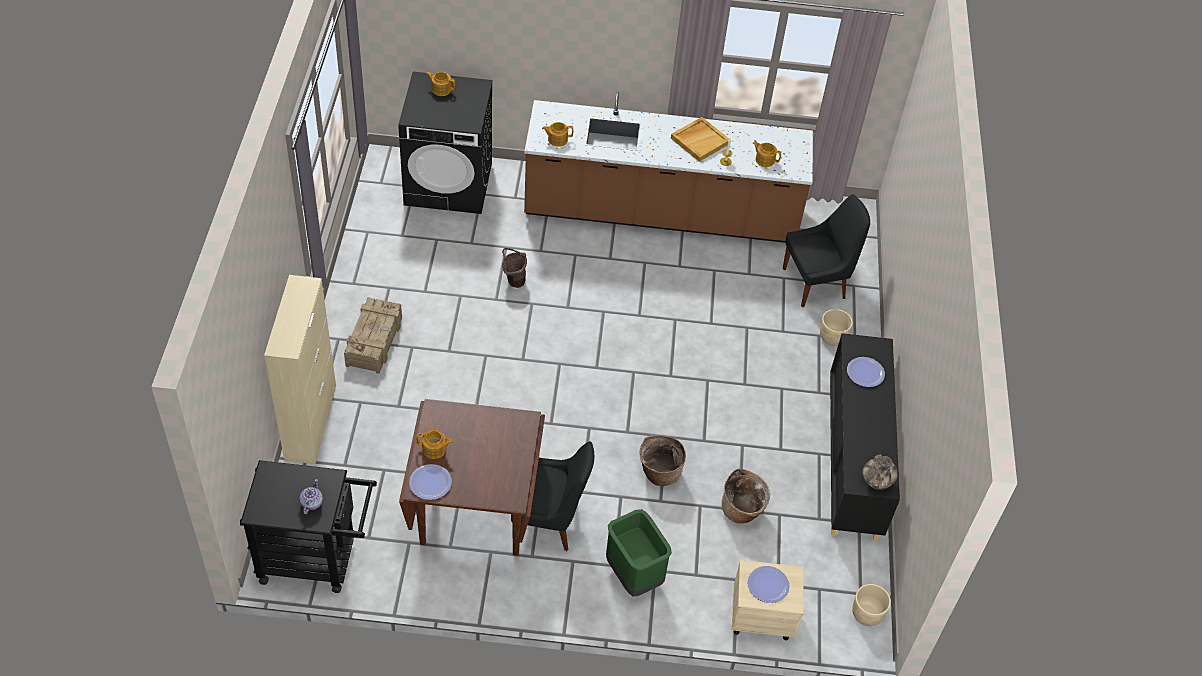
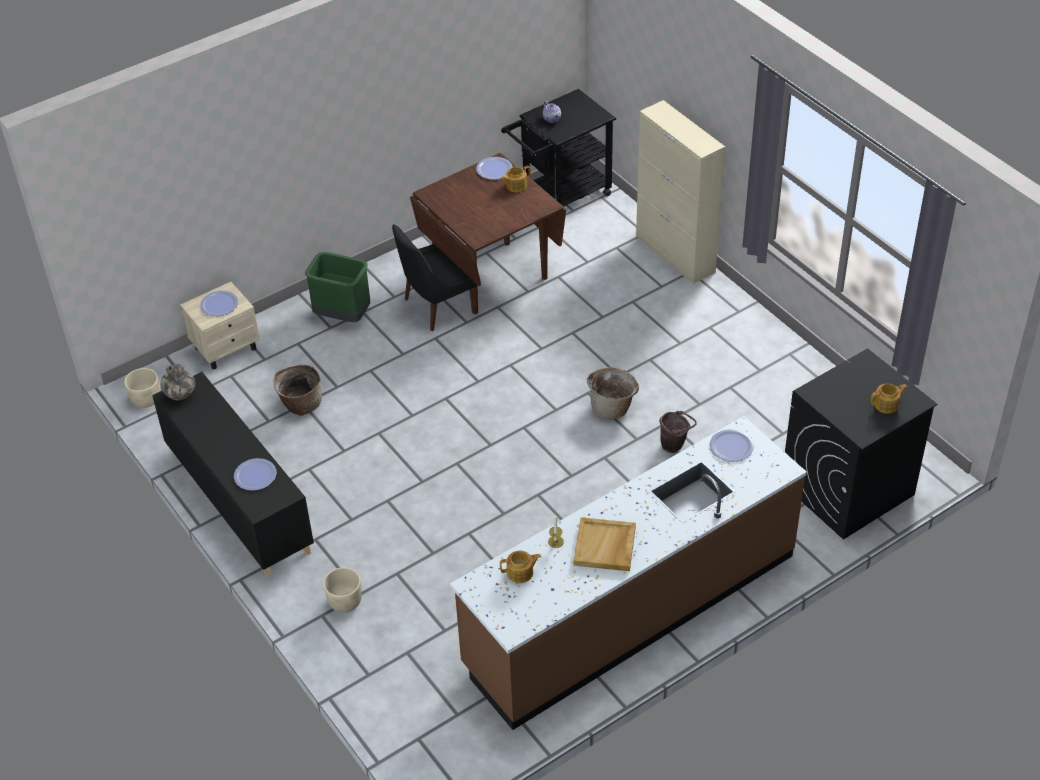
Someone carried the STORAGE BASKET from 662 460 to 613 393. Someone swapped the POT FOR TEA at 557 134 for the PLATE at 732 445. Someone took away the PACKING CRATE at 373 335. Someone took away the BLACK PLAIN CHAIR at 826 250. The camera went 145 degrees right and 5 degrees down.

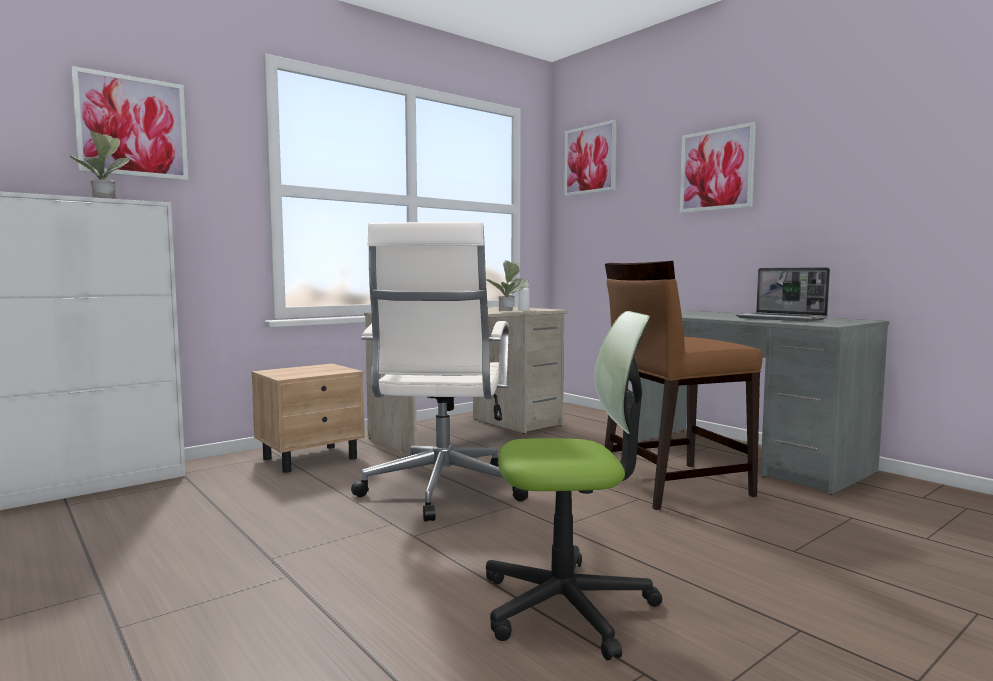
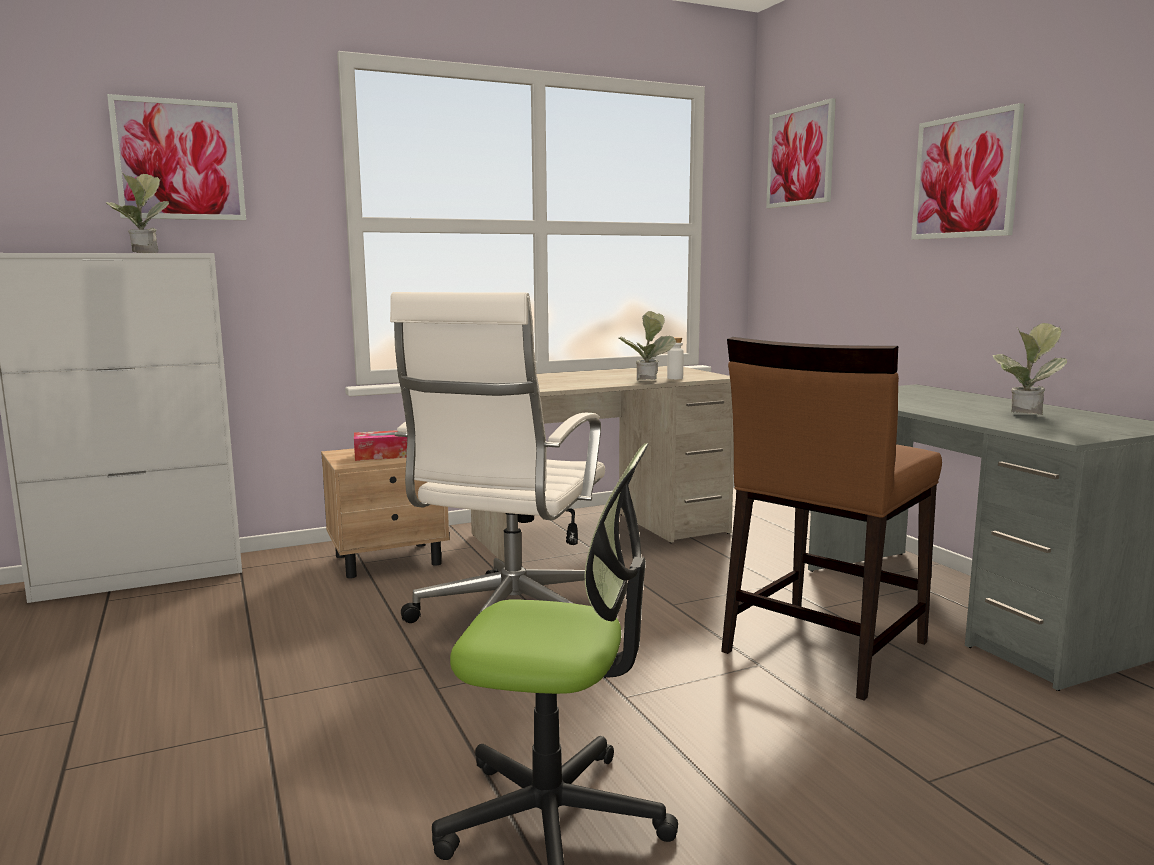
Someone put down the TISSUE BOX at 380 445. Someone rotated the BROWNISH PLAIN CHAIR at 684 385 by 45 degrees counterclockwise. Someone swapped the PORTABLE COMPUTER at 783 294 for the PLANT IN A POT at 1030 369. The camera went 15 degrees right and 5 degrees up.

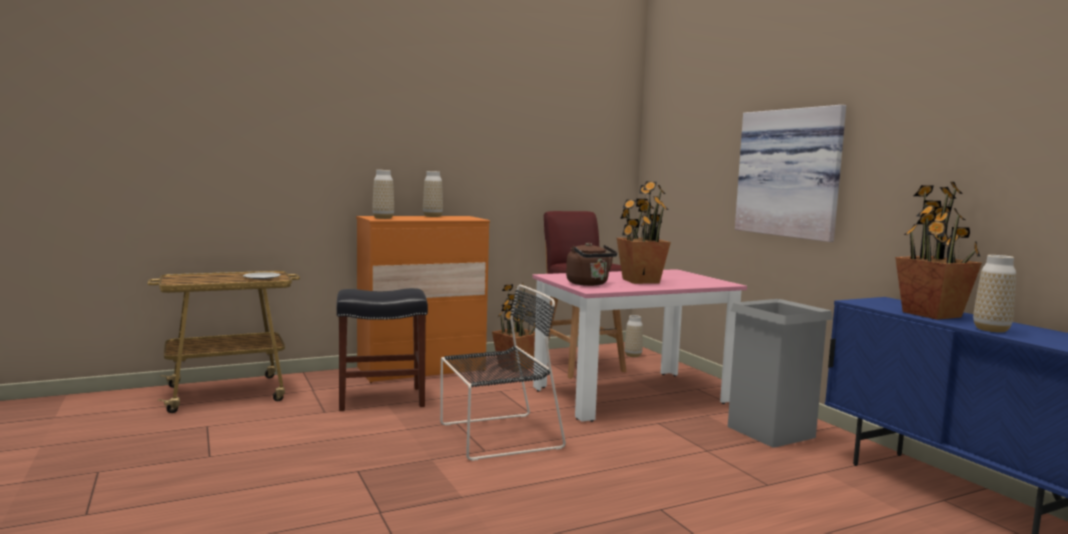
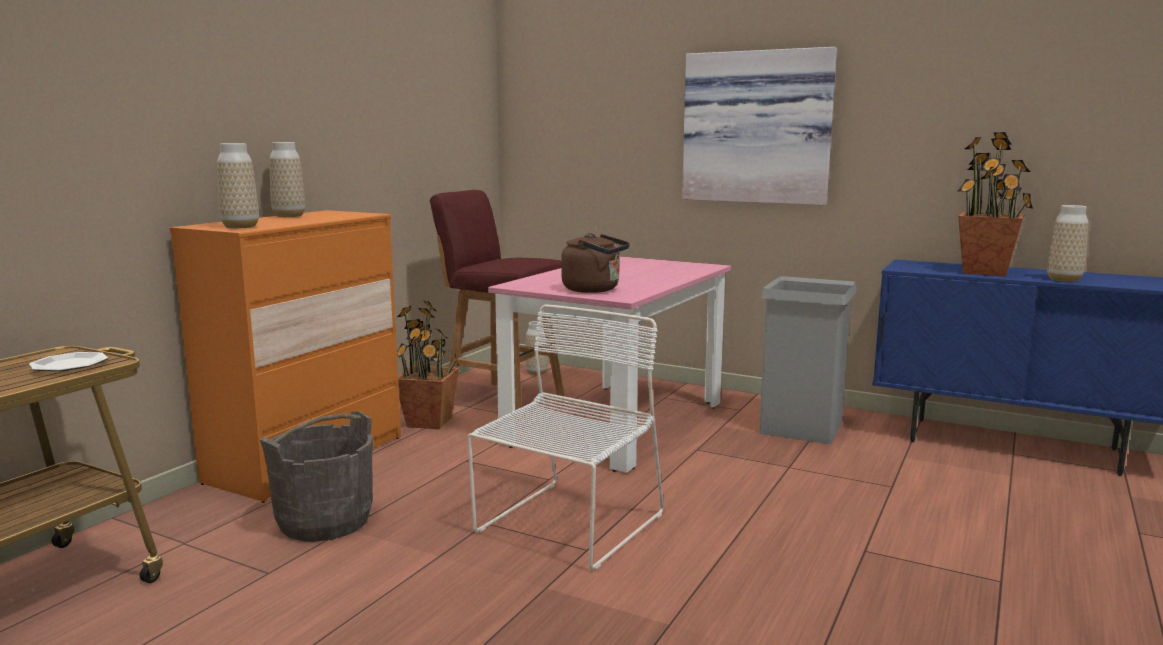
Someone swapped the BLACK STOOL at 382 349 for the GRAY BUCKET at 316 477. Someone repainted the BLACK PLAIN CHAIR at 503 373, which became the WHITE-COLOURED PLAIN CHAIR at 565 437. Someone took away the PLANT IN A POT at 644 232. The camera went 35 degrees left and 5 degrees up.

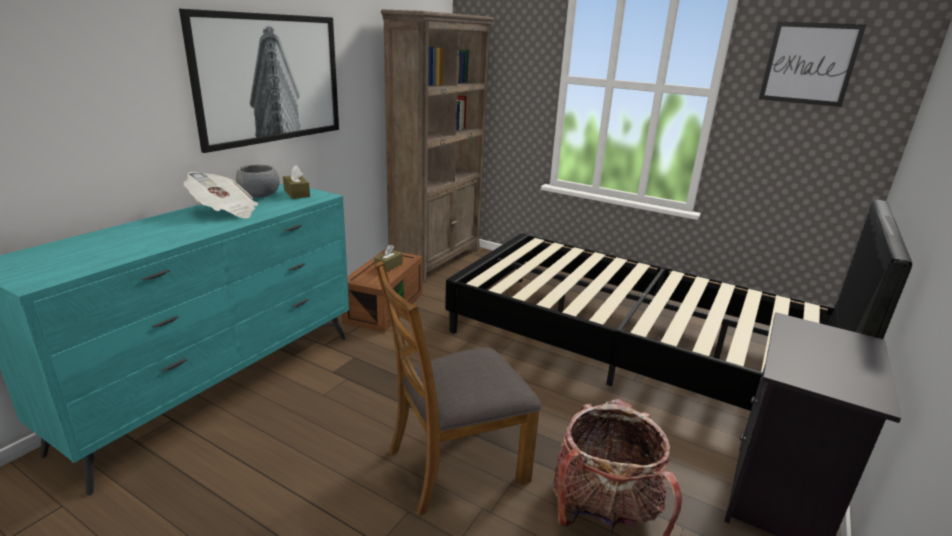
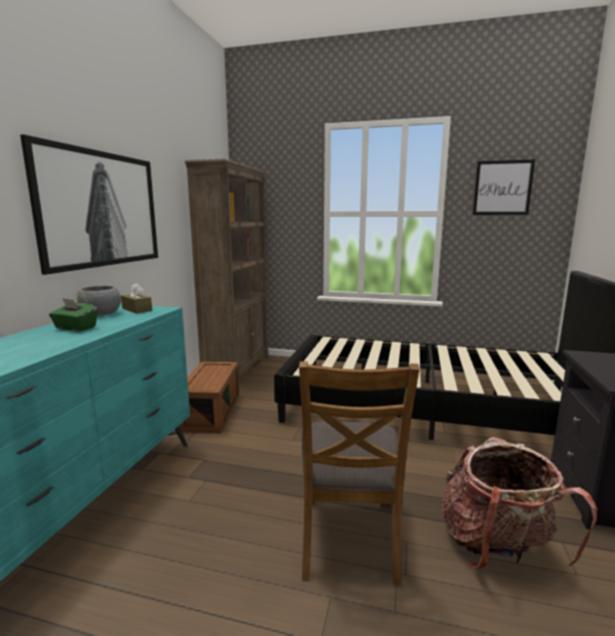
Someone swapped the NEWSPAPER at 221 195 for the GREEN TISSUE BOX at 73 314. Someone rotated the BROWNISH PLAIN CHAIR at 458 388 by 45 degrees counterclockwise. Someone took away the BROWNISH TISSUE BOX at 388 258. The camera went 15 degrees left and 10 degrees down.

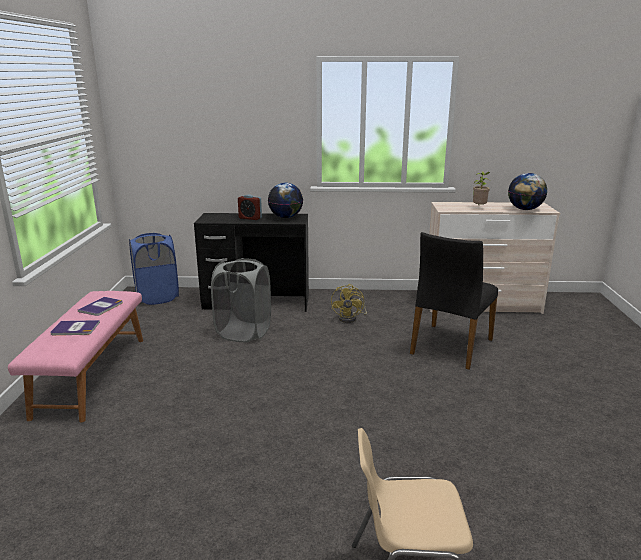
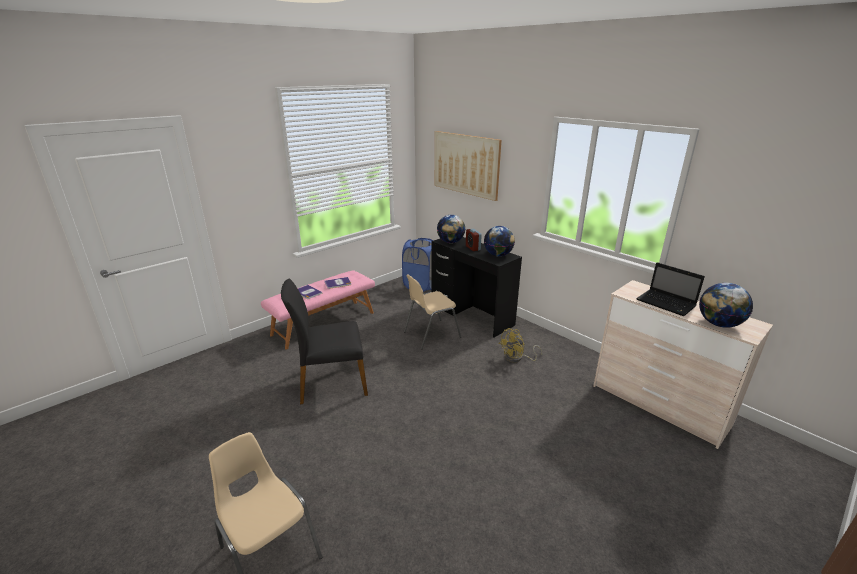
Someone carried the BLACK PLAIN CHAIR from 454 301 to 324 341. Someone swapped the GRAY HAMPER at 241 300 for the SAND-COLOURED PLAIN CHAIR at 433 311. Someone put up the WALL PICTURE at 468 166. Someone put down the DESK GLOBE at 451 229. Someone swapped the PLANT IN A POT at 481 188 for the PORTABLE COMPUTER at 670 289. The camera went 45 degrees right and 5 degrees up.

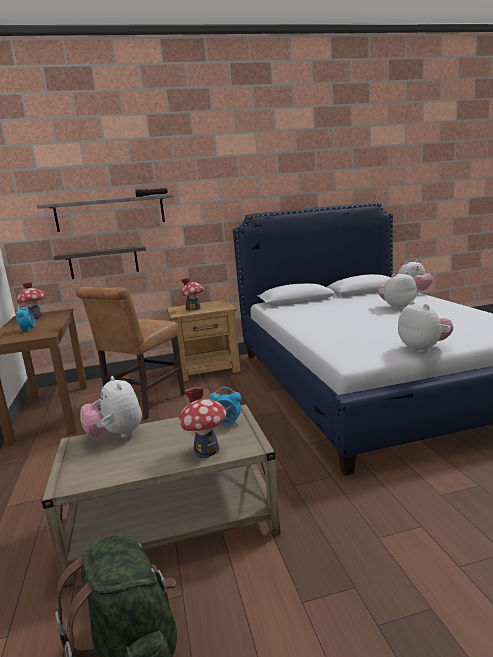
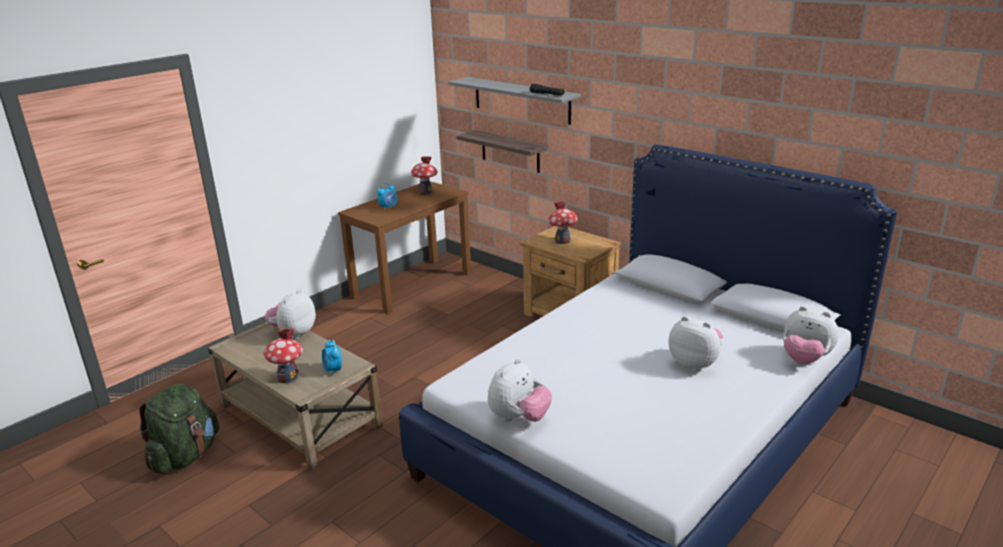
Someone took away the BROWNISH PLAIN CHAIR at 130 353. The camera went 55 degrees right and 10 degrees up.

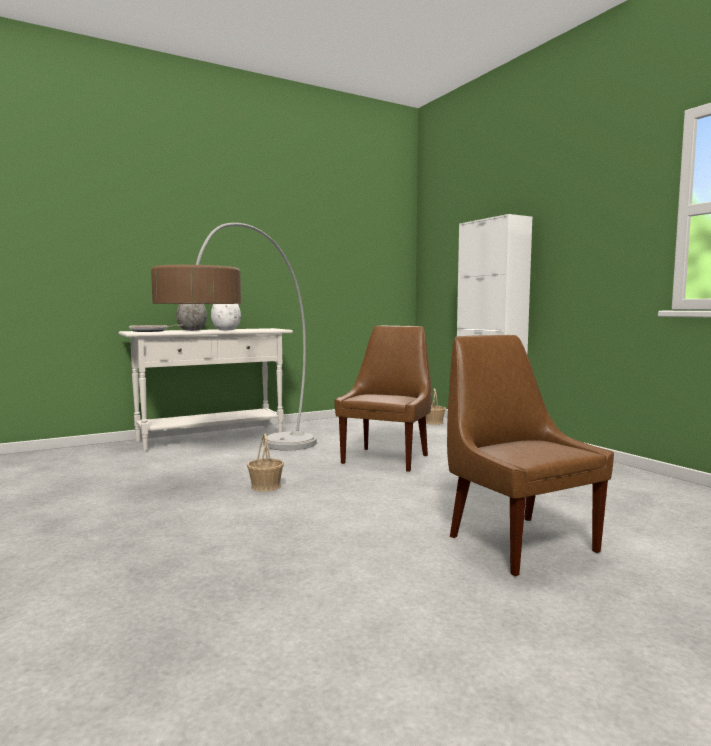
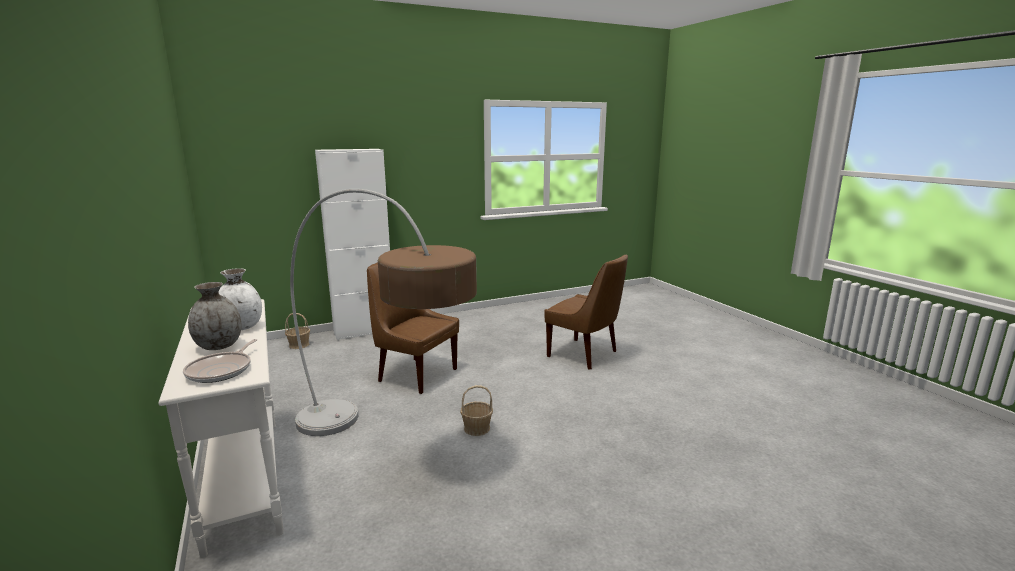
Someone rotated the BROWNISH PLAIN CHAIR at 530 455 by 120 degrees counterclockwise. The camera went 85 degrees left and 10 degrees up.

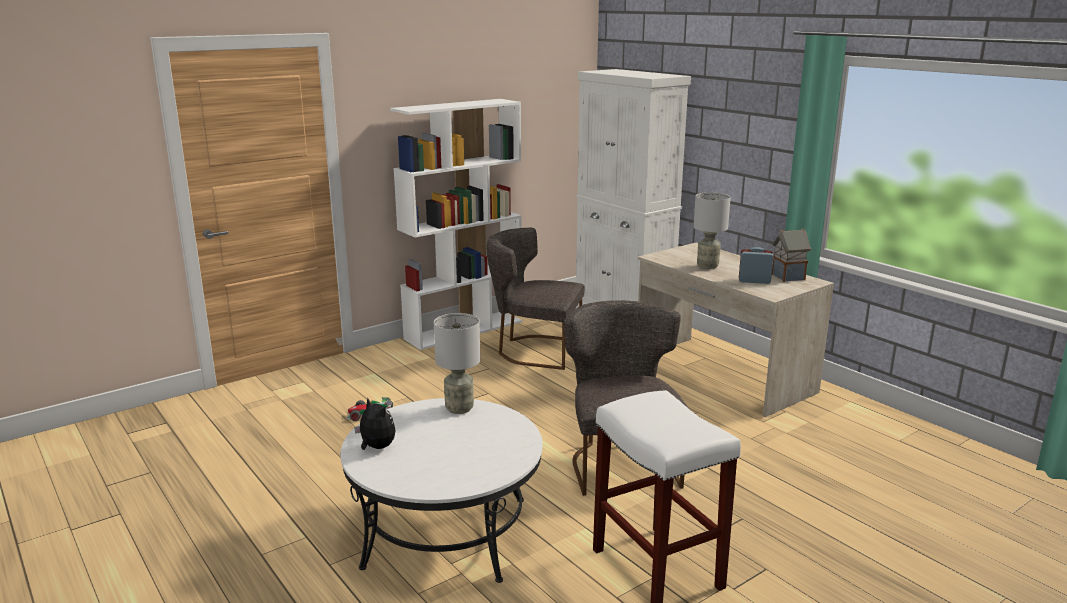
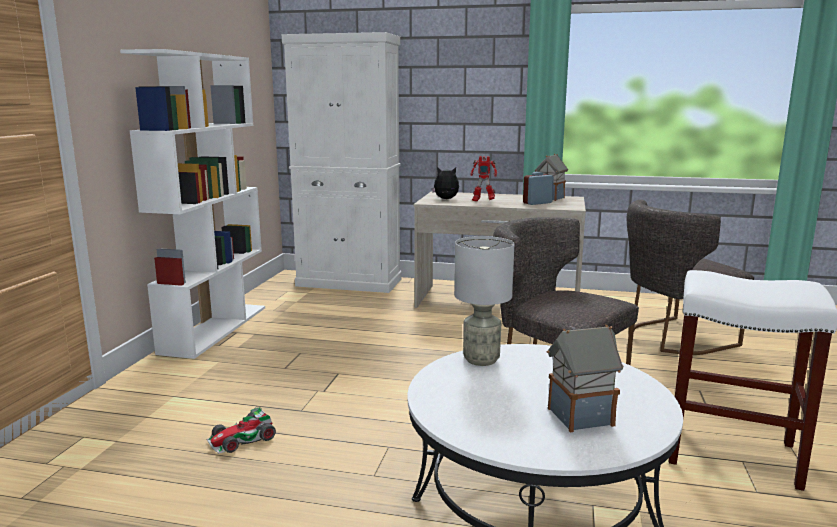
Someone carried the CUDDLY TOY from 374 424 to 445 183. Someone swapped the GRAY TABLETOP LAMP at 712 230 for the TOY ROBOT at 483 179. Someone put down the MINIATURE HOUSE at 585 378. Someone carried the GRAY PLAIN CHAIR from 535 299 to 690 277. The camera went 40 degrees left and 5 degrees down.

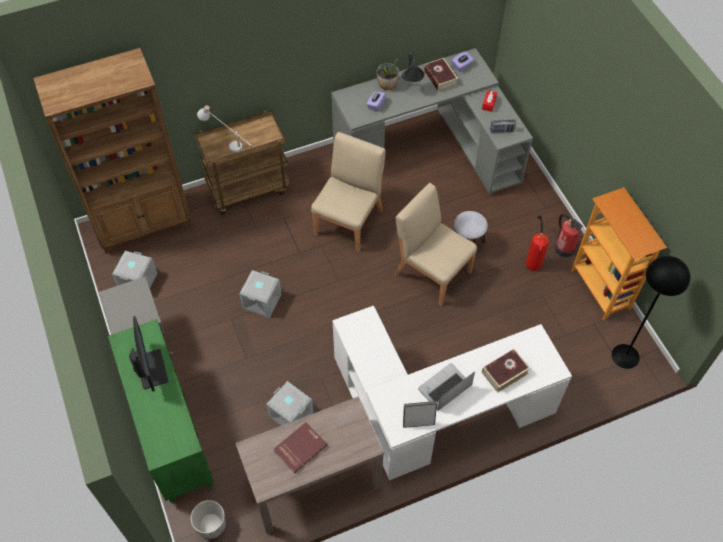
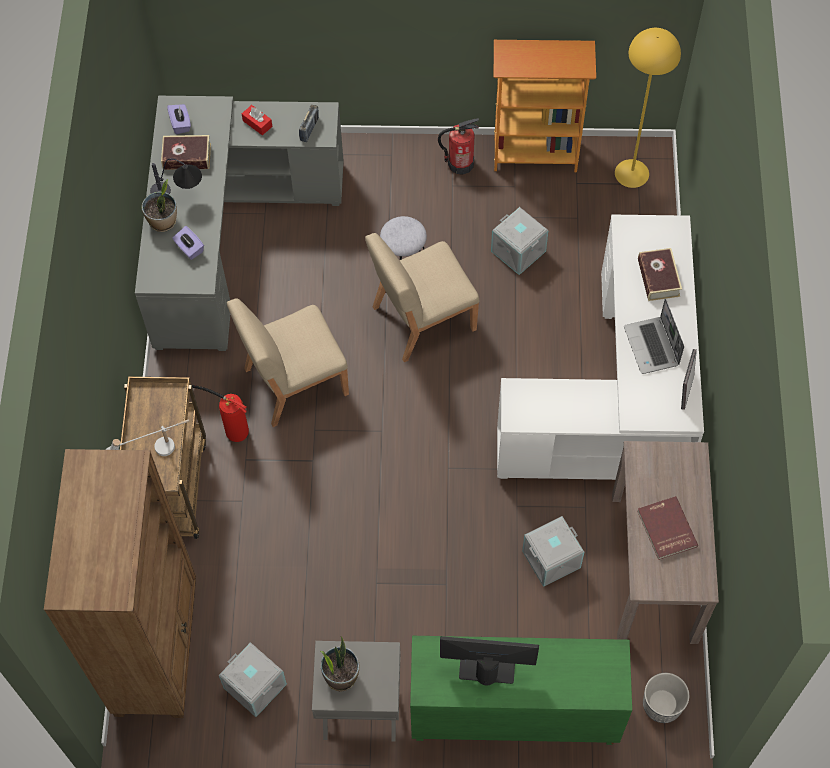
Someone carried the FIRE-FIGHTING CYLINDER from 537 243 to 220 413. Someone rotated the SAND-COLOURED PLAIN CHAIR at 348 192 by 75 degrees counterclockwise. Someone put down the PLANT IN A POT at 339 664. Someone carried the GRAY STORAGE BOX from 260 294 to 519 241. Someone repainted the BLACK STANDING LAMP at 651 312, which became the YELLOW STANDING LAMP at 648 108. The camera went 65 degrees left and 5 degrees up.

